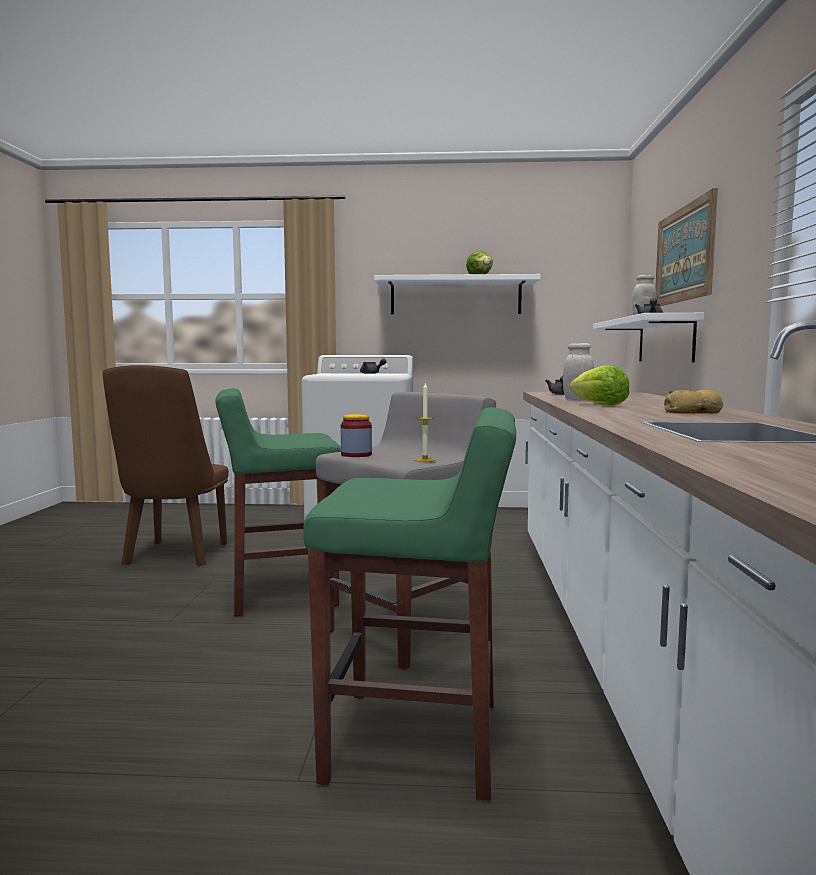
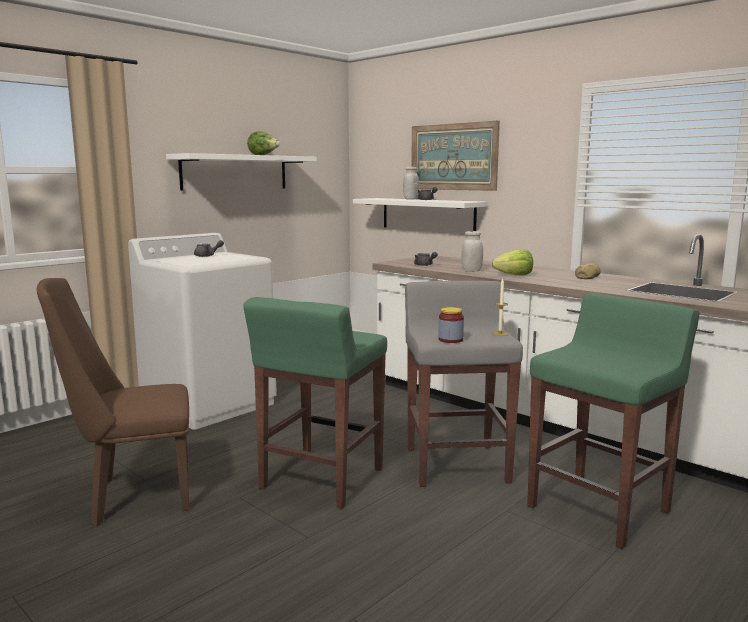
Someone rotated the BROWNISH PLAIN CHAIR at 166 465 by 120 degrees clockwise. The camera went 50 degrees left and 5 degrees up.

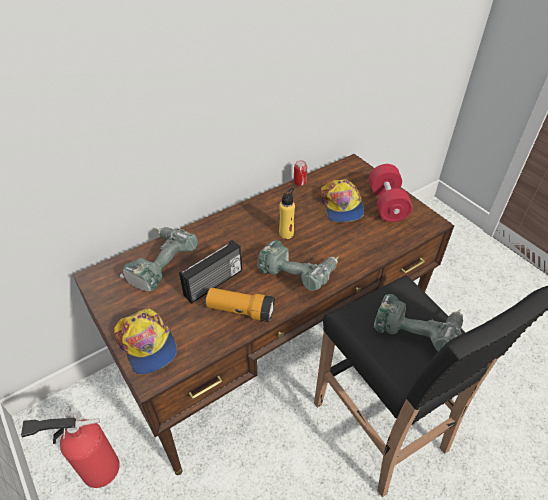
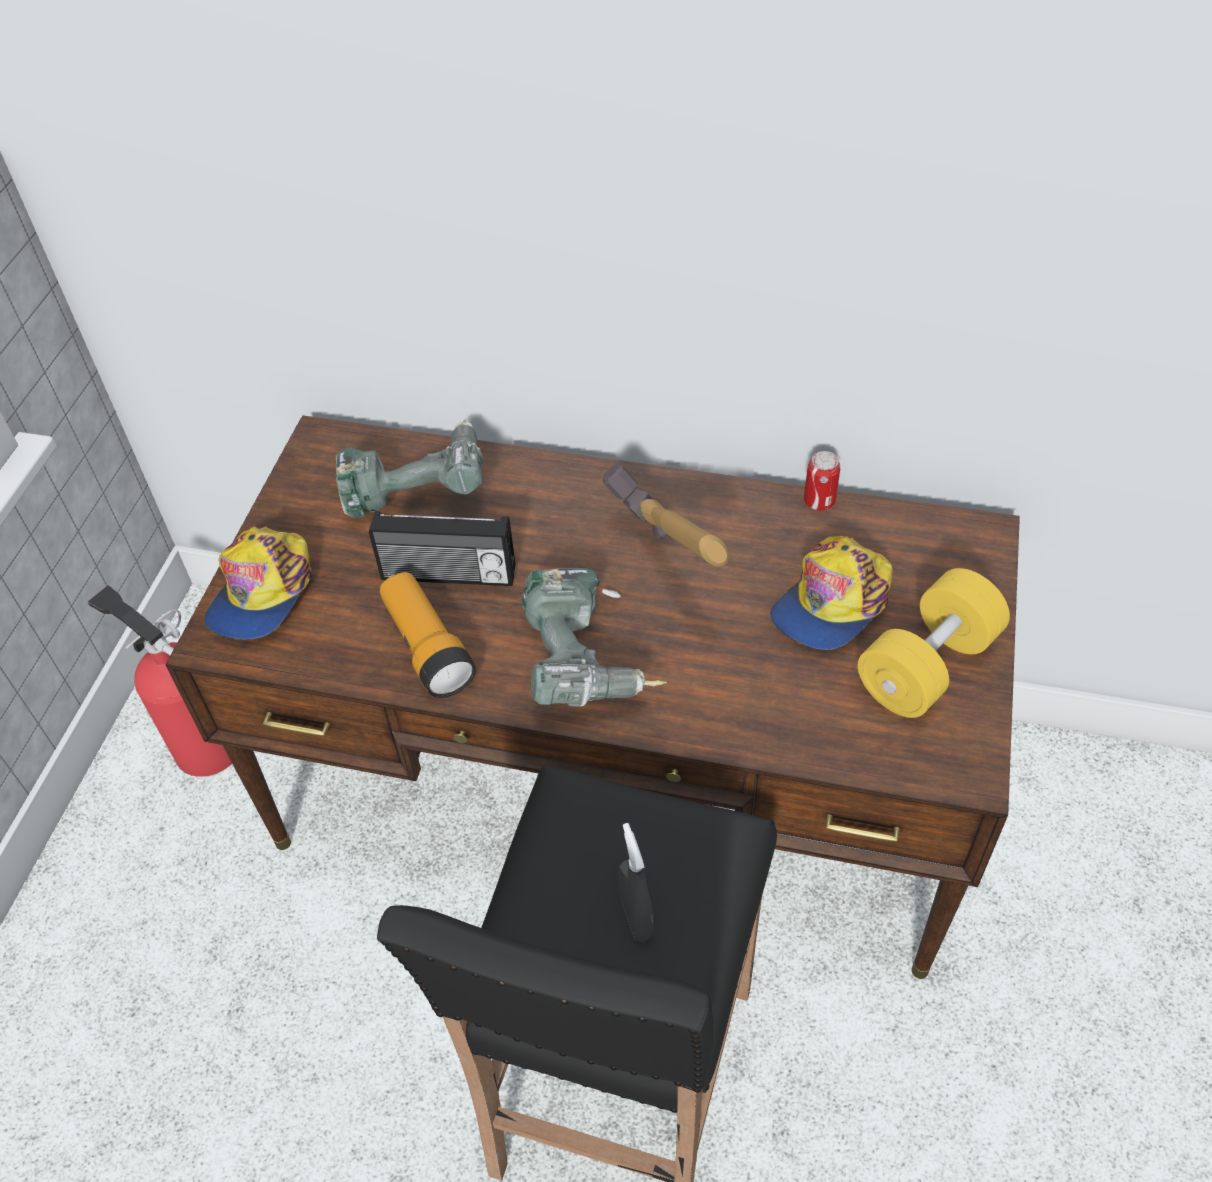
Someone swapped the YELLOW BEVERAGE BOTTLE at 287 213 for the HAMMER at 666 515. Someone swapped the ELECTRIC DRILL at 418 322 for the GRAY SPRAYER at 635 882. Someone repainted the RED DUMBBELL at 391 193, which became the YELLOW DUMBBELL at 934 643. The camera went 50 degrees right and 5 degrees up.

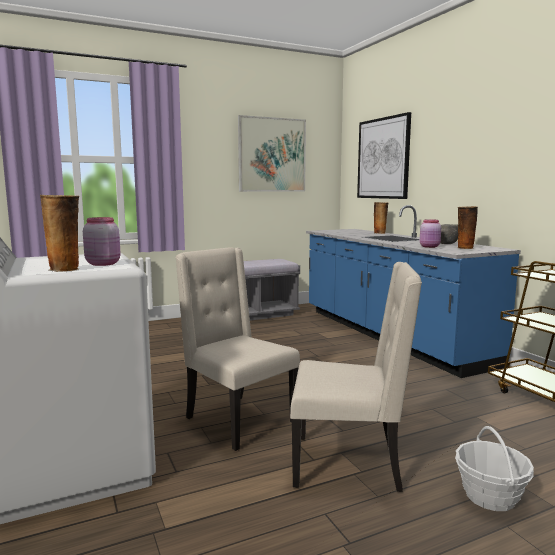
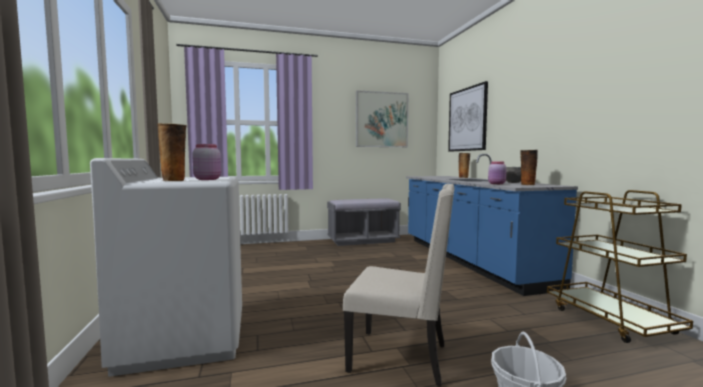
Someone took away the SAND-COLOURED PLAIN CHAIR at 237 349. The camera went 10 degrees right and 5 degrees down.

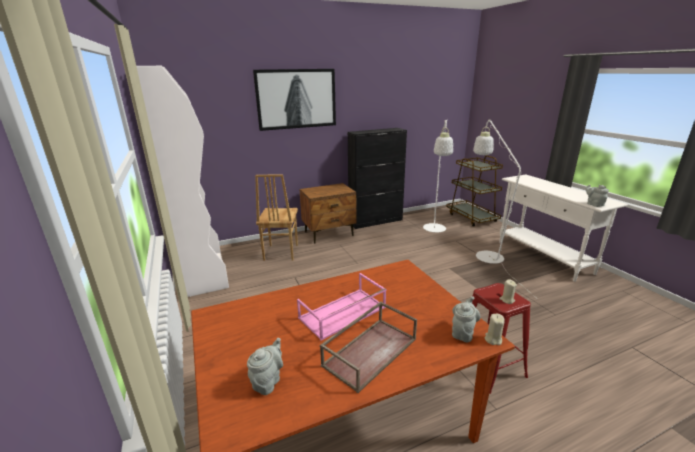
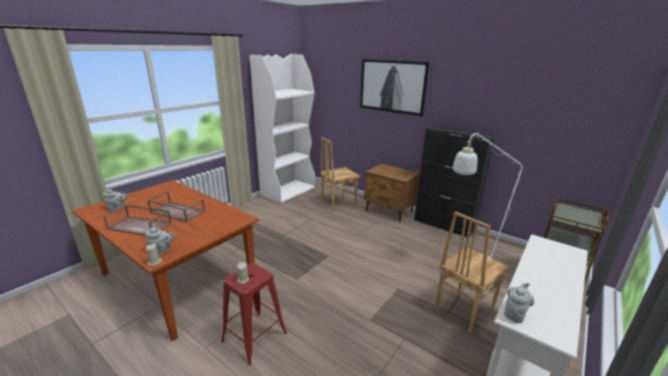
Someone repainted the PINKISH SERVING TRAY at 341 306, which became the BROWNISH SERVING TRAY at 176 206. Someone swapped the WHITE-COLOURED STANDING LAMP at 504 208 for the BROWNISH PLAIN CHAIR at 472 271. The camera went 60 degrees right and 0 degrees up.

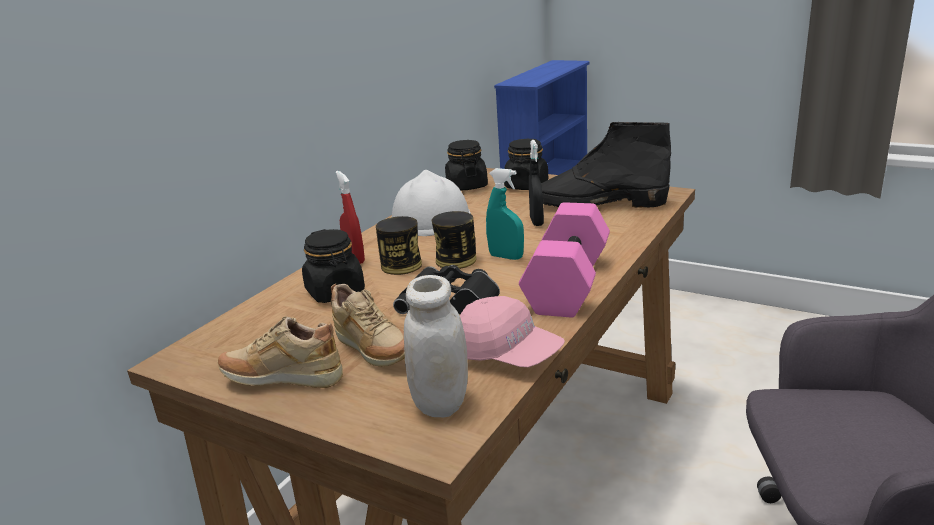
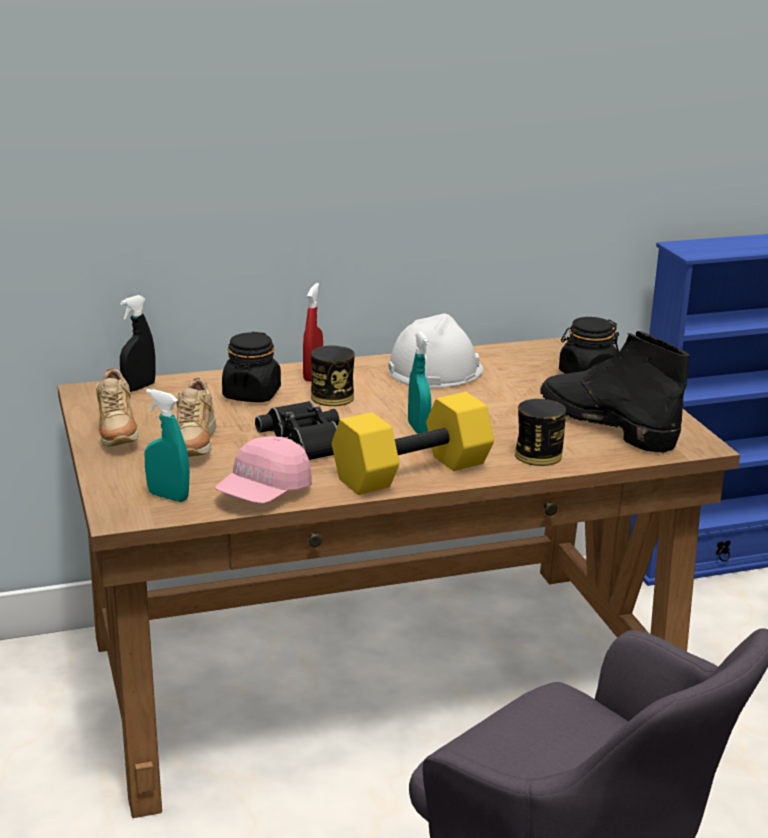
Someone rotated the SAND-COLOURED LOW SHOE at 280 352 by 150 degrees counterclockwise. Someone carried the BLACK SPRAYER from 536 183 to 137 343. Someone swapped the WHITE-COLOURED JAR at 436 346 for the TURQUOISE SPRAYER at 167 445. Someone rotated the PINKISH BASEBALL CAP at 512 331 by 45 degrees clockwise. Someone repainted the PINKISH DUMBBELL at 564 260, which became the YELLOW DUMBBELL at 413 443. Someone carried the METAL CAN from 454 240 to 540 432. Someone took away the BLACK JAR at 466 165. The camera went 40 degrees right and 0 degrees up.

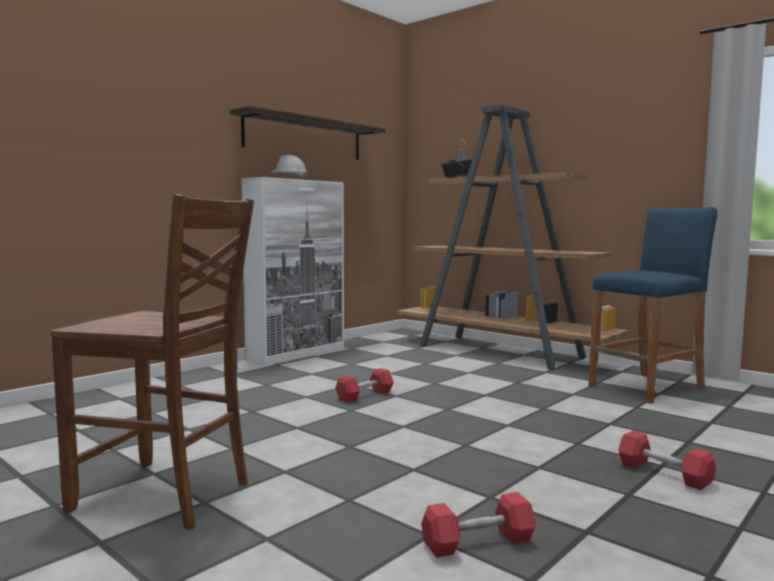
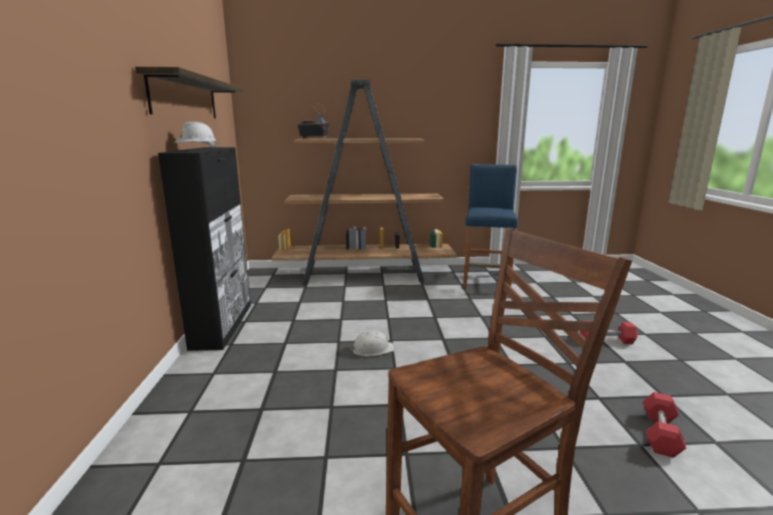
Someone repainted the WHITE-COLOURED CABINET at 292 271, which became the BLACK CABINET at 204 249. Someone swapped the RED DUMBBELL at 364 385 for the WHITE-COLOURED WORK HELMET at 372 343. The camera went 45 degrees left and 10 degrees up.

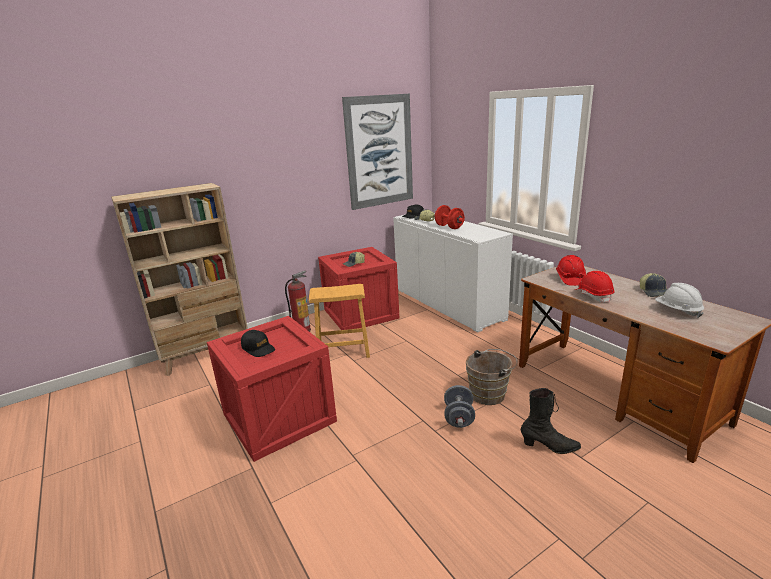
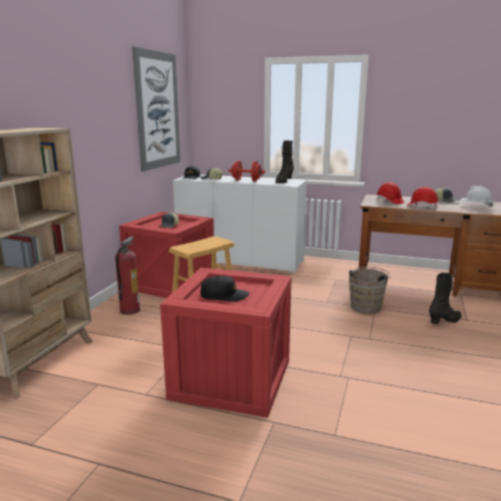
Someone put down the BLACK TALL BOOT at 284 161. Someone took away the GRAY DUMBBELL at 459 406. The camera went 40 degrees left and 5 degrees down.

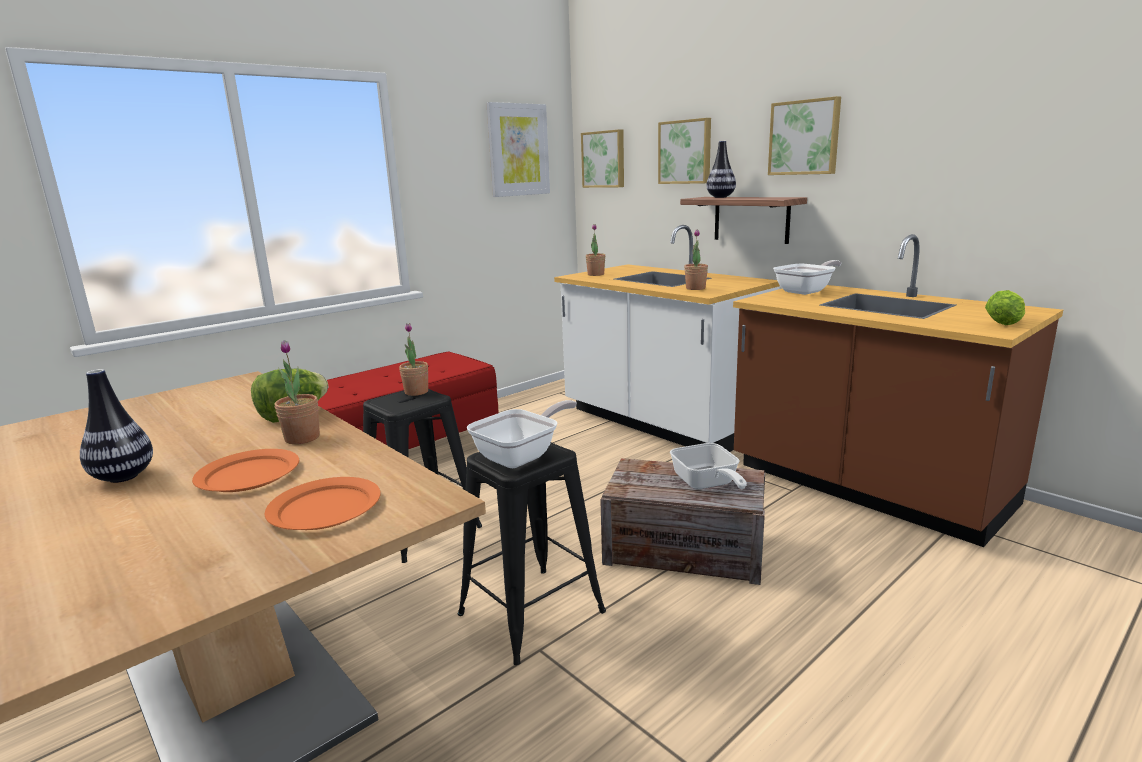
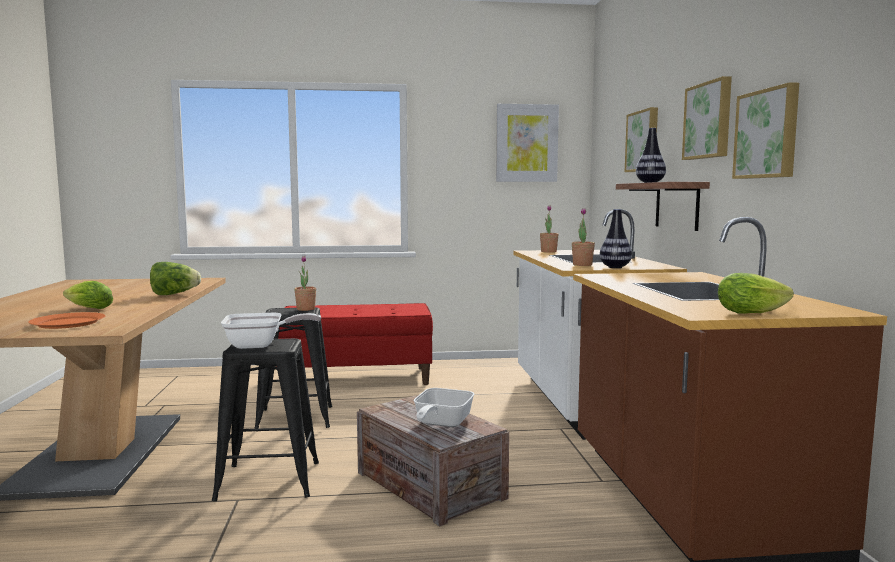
Someone swapped the ORANGEY PLATE at 245 470 for the LETTUCE at 88 295. Someone carried the FLOWER VASE from 116 426 to 616 238. Someone carried the WALL PICTURE from 602 158 to 765 130. Someone took away the PLANT IN A POT at 297 392. Someone took away the PAN at 807 277. The camera went 35 degrees right and 10 degrees down.

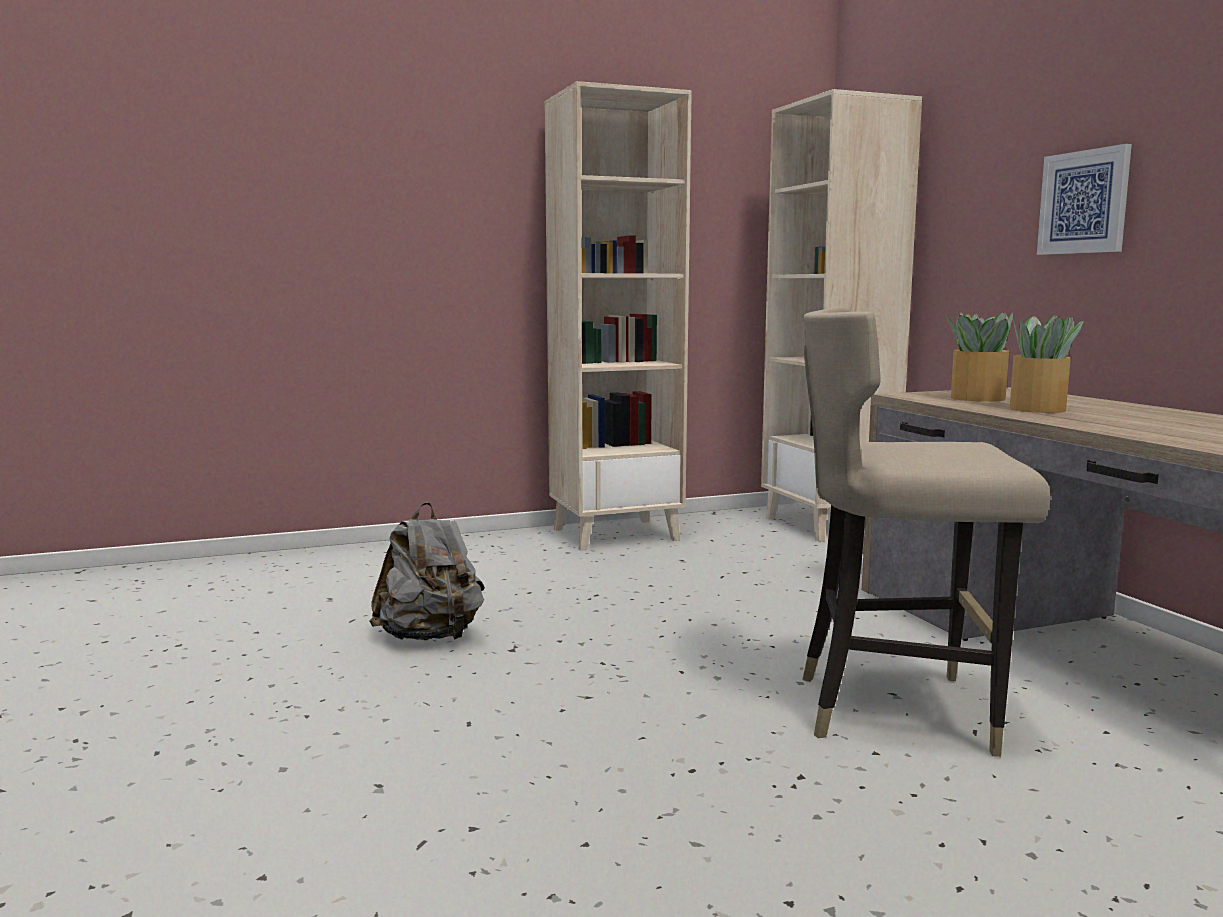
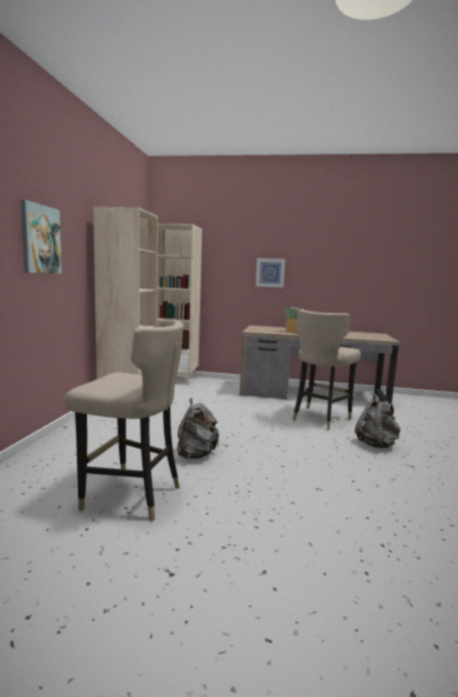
Someone put up the WALL PICTURE at 41 237. Someone put down the SAND-COLOURED STOOL at 124 420. Someone put down the GRAY BACKPACK at 377 421. Someone took away the PLANT IN A POT at 979 357. The camera went 60 degrees left and 0 degrees up.

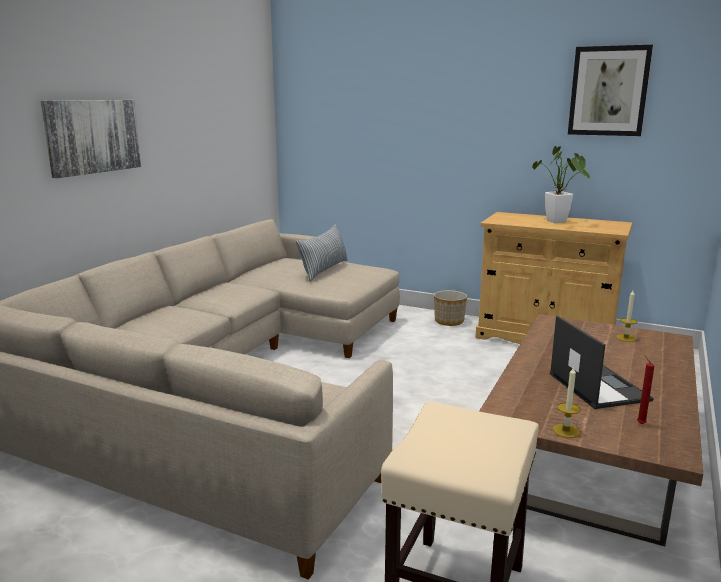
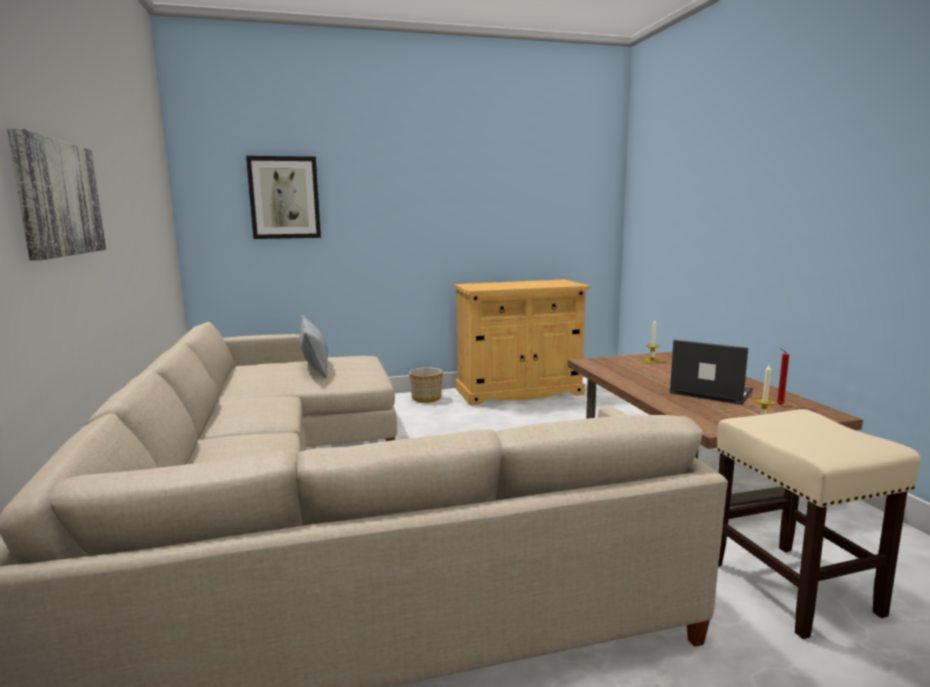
Someone carried the WALL PICTURE from 610 90 to 283 197. Someone took away the PLANT IN A POT at 561 184. The camera went 40 degrees left and 5 degrees down.

